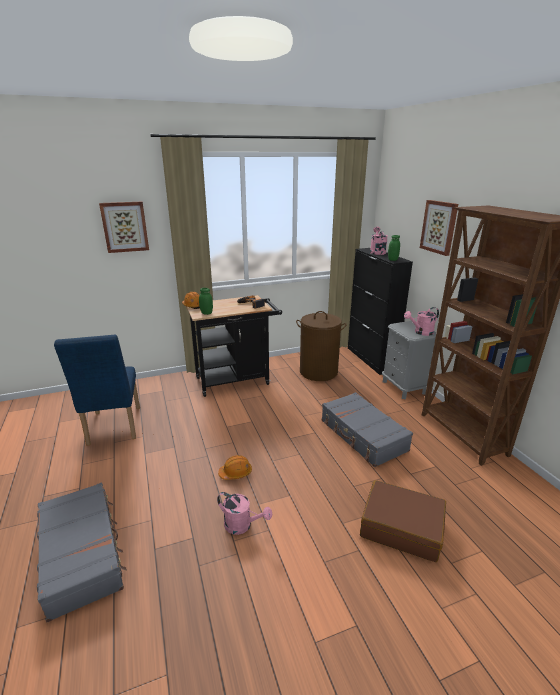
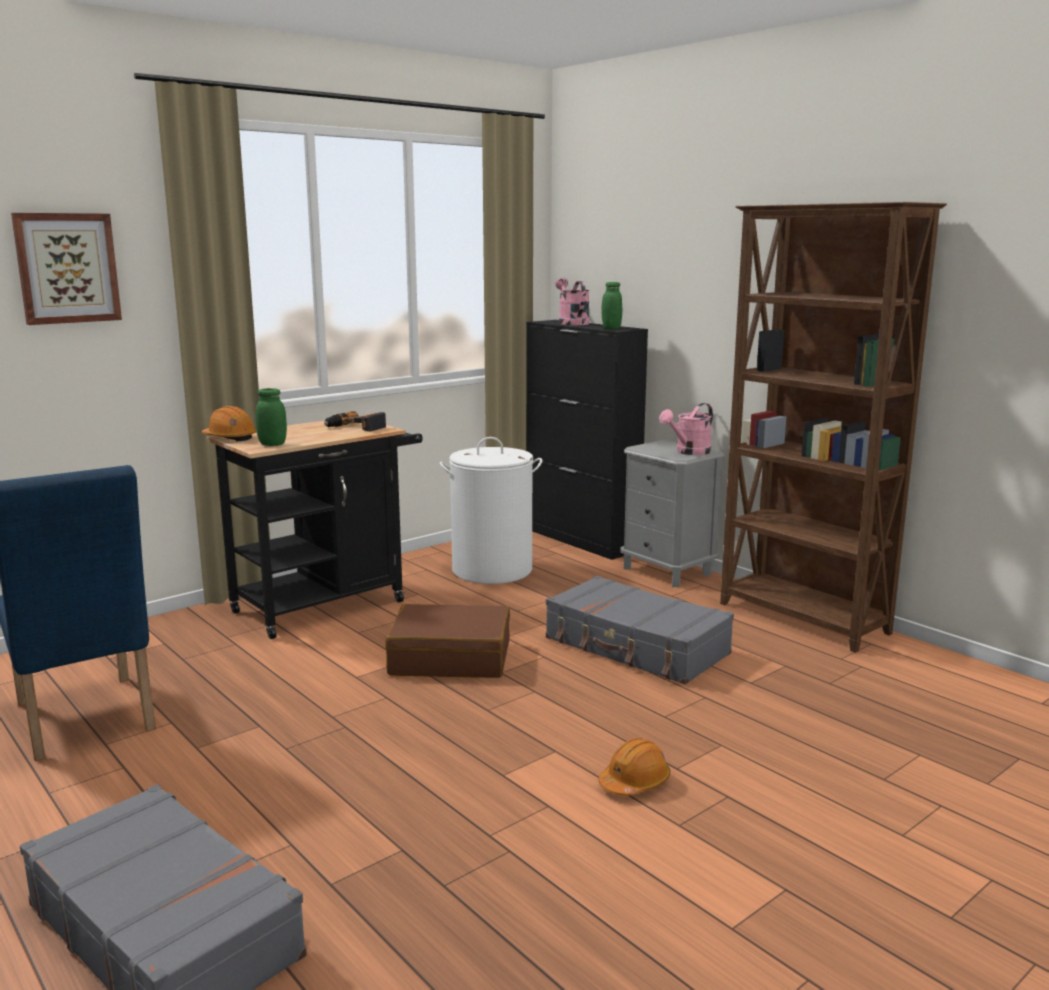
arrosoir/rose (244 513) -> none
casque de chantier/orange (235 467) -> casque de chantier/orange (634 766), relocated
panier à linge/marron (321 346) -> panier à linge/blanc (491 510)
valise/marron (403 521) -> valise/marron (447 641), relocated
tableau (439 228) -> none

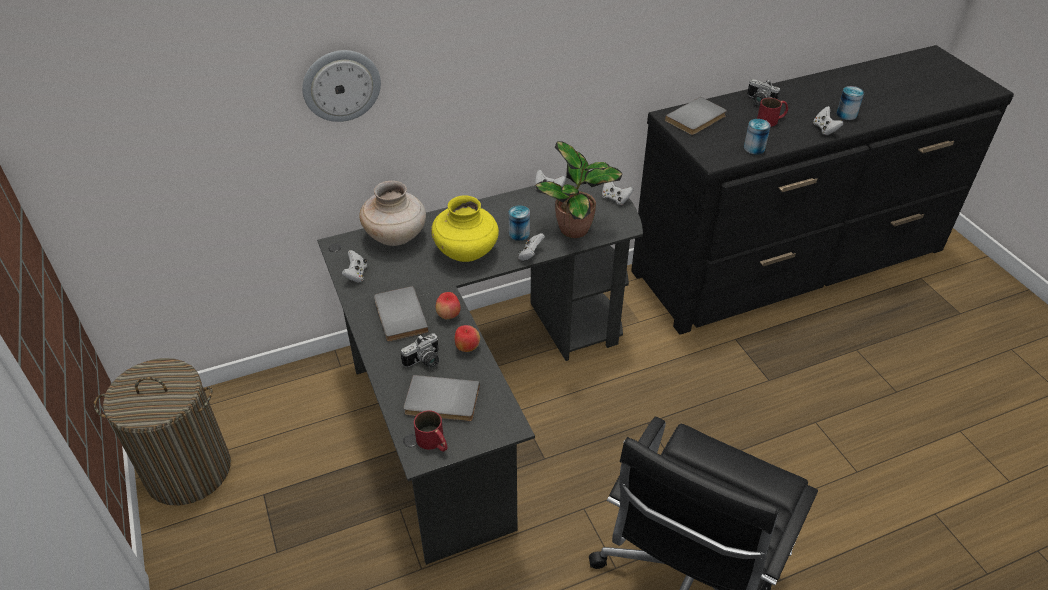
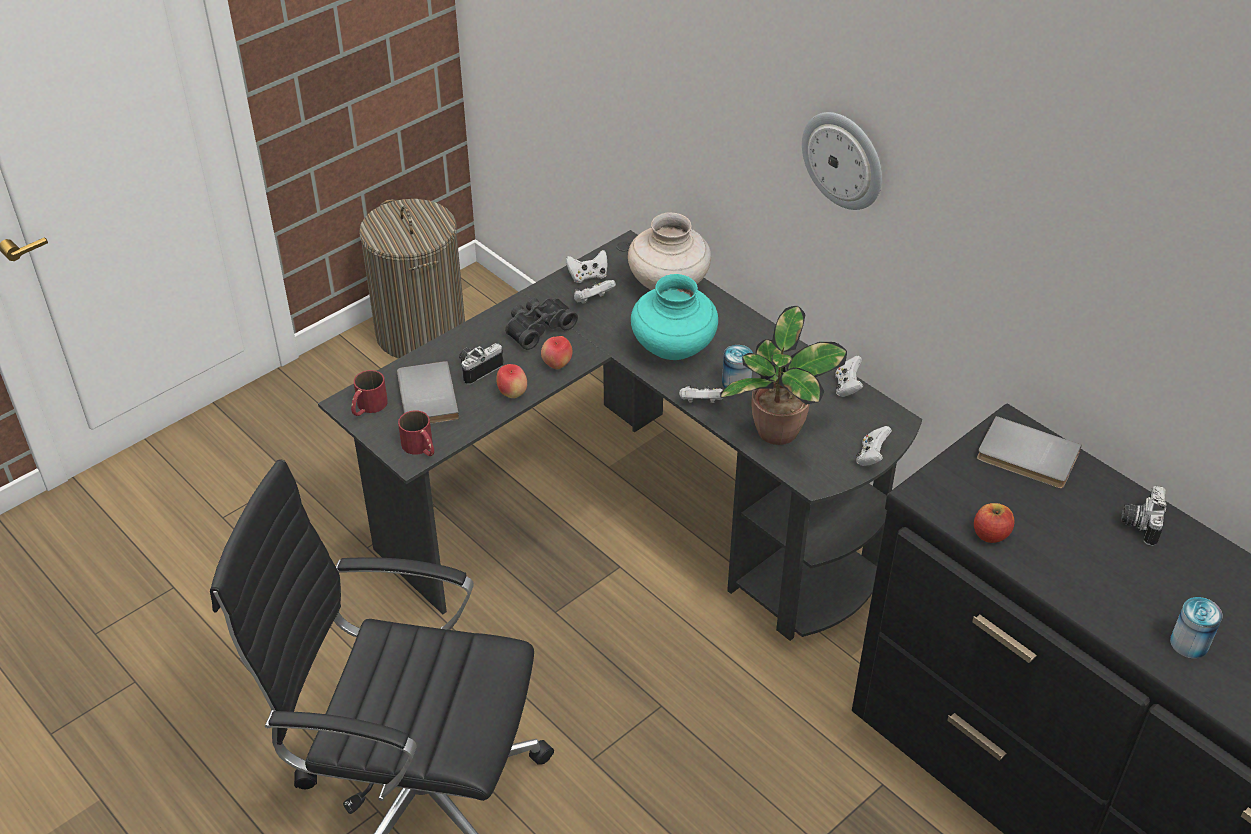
horloge murale (341 86) -> horloge murale (842 161), relocated
livre/gris (401 314) -> jumelles/noir (541 323)
appareil photo (420 350) -> appareil photo (481 363), 105 degrees clockwise
vase/jaune (465 228) -> vase/turquoise (674 317)
boîte métallique (757 136) -> pomme (994 523)
mug/rouge (772 112) -> mug/rouge (416 433), relocated
manette/blanc (828 120) -> manette/blanc (595 292), relocated

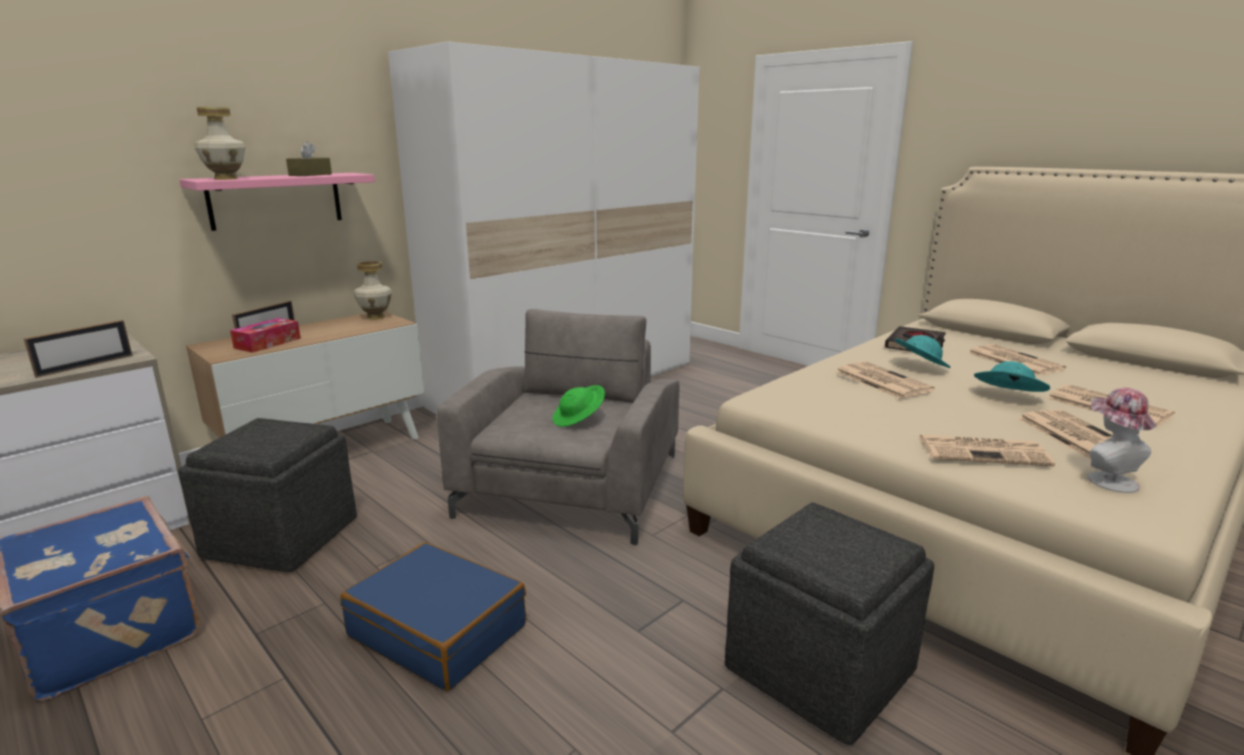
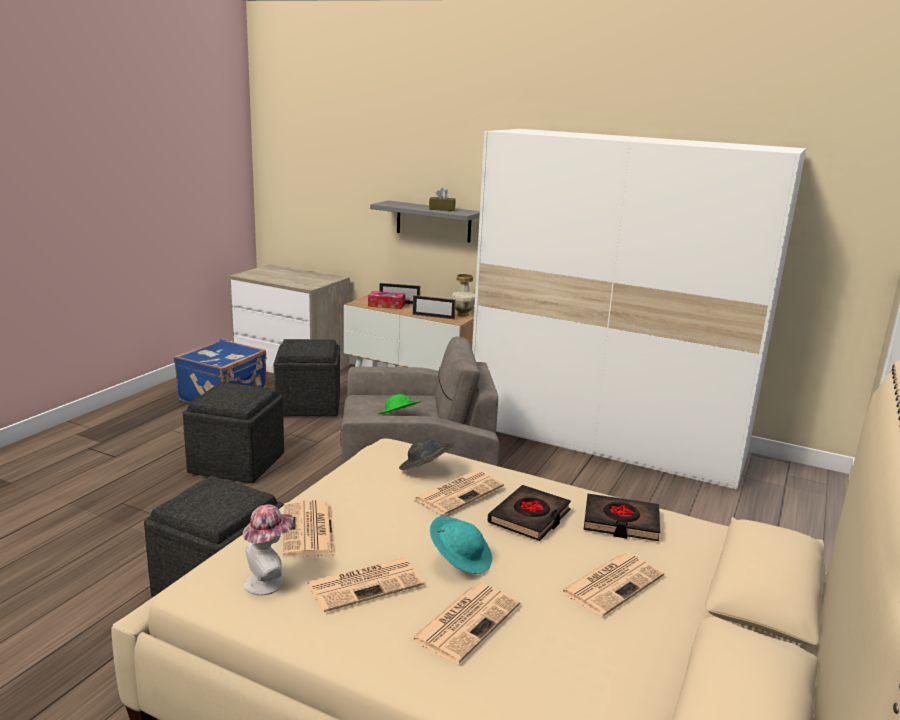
cadre photo (77 349) -> cadre photo (434 307), relocated
étagère/rose (277 202) -> étagère/gris (425 222)
vase (220 143) -> none
valise/bleu (433 616) -> pouf/gris (233 432)
chapeau/turquoise (922 351) -> livre/noir (529 513)
none -> chapeau/gris (426 454)

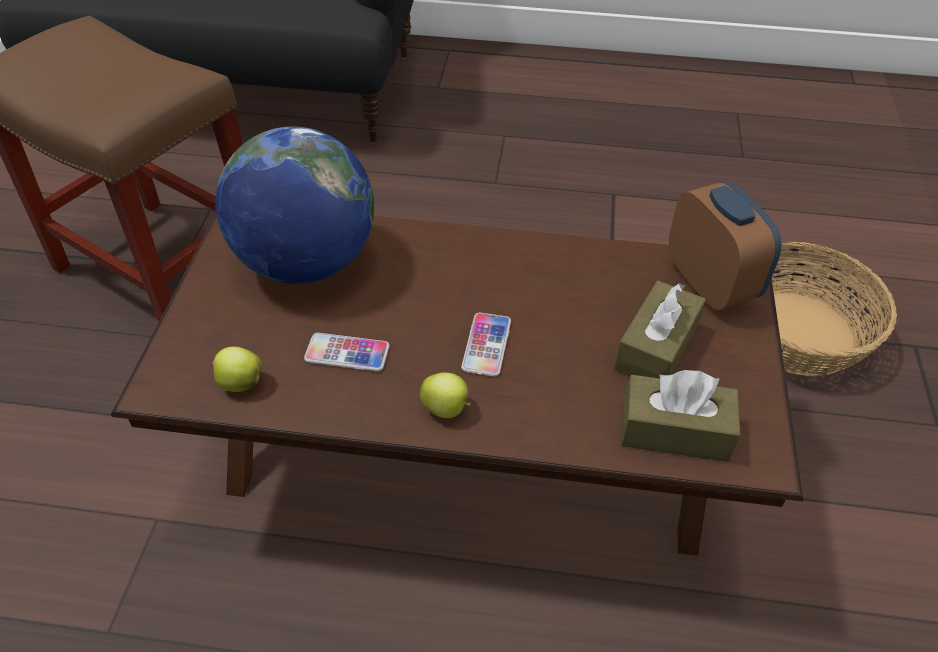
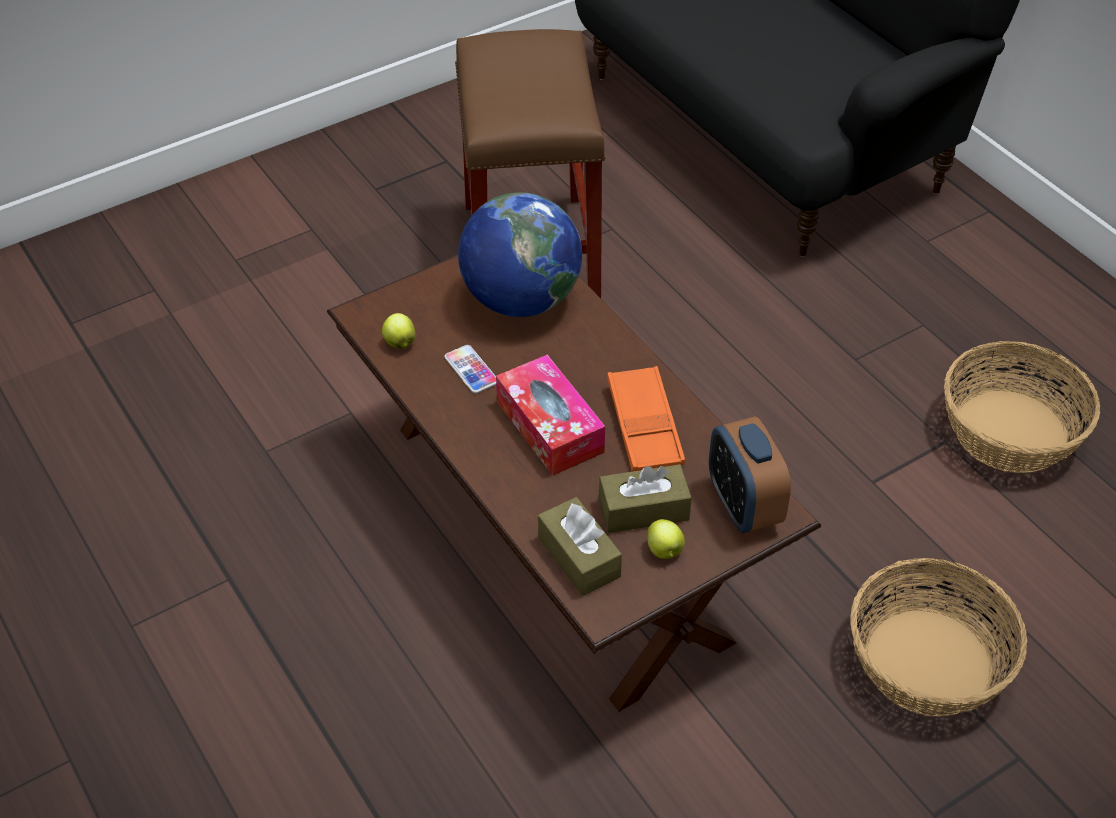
pomme (445 395) -> pomme (666 539), relocated
téléphone (486 345) -> boîte à mouchoirs (550 415)
réveil (725 245) -> réveil (750 474), 135 degrees clockwise
none -> plateau/orange (646 419)
none -> panier (1022 407)

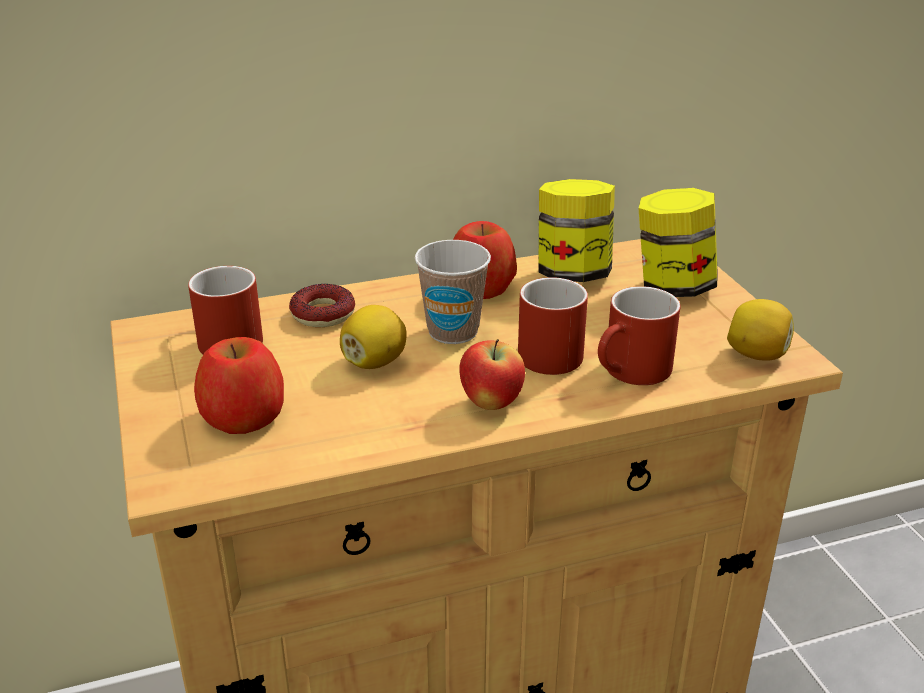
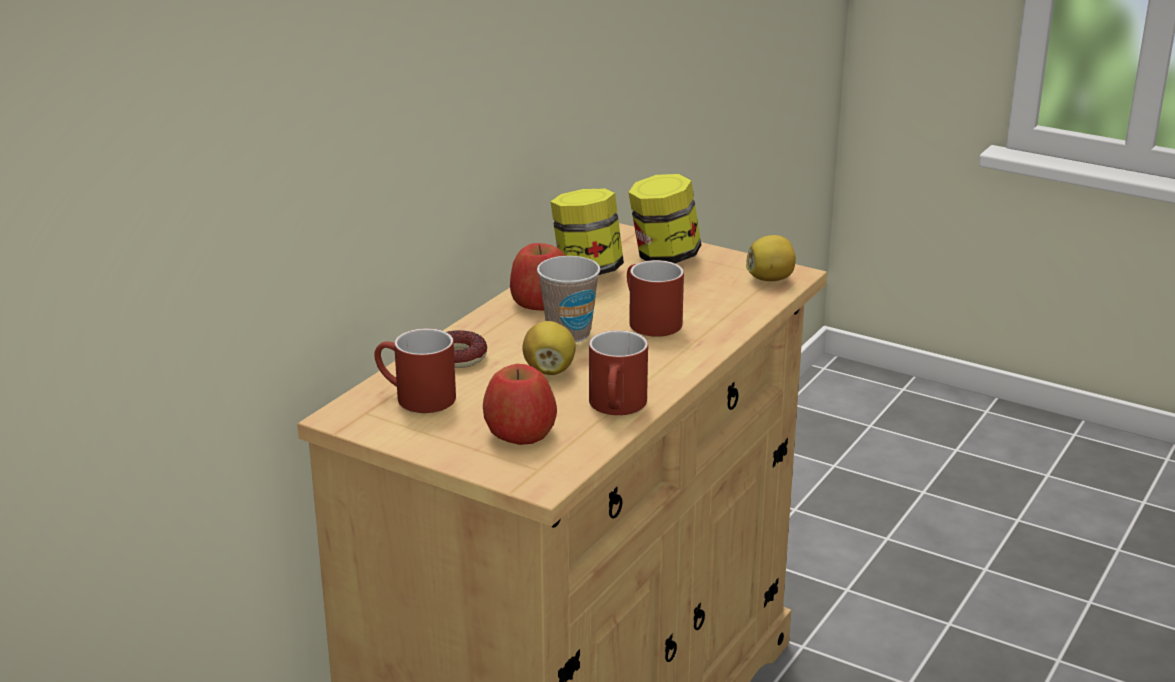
pomme (492 374) -> none
mug/rouge (639 335) -> mug/rouge (618 372), relocated

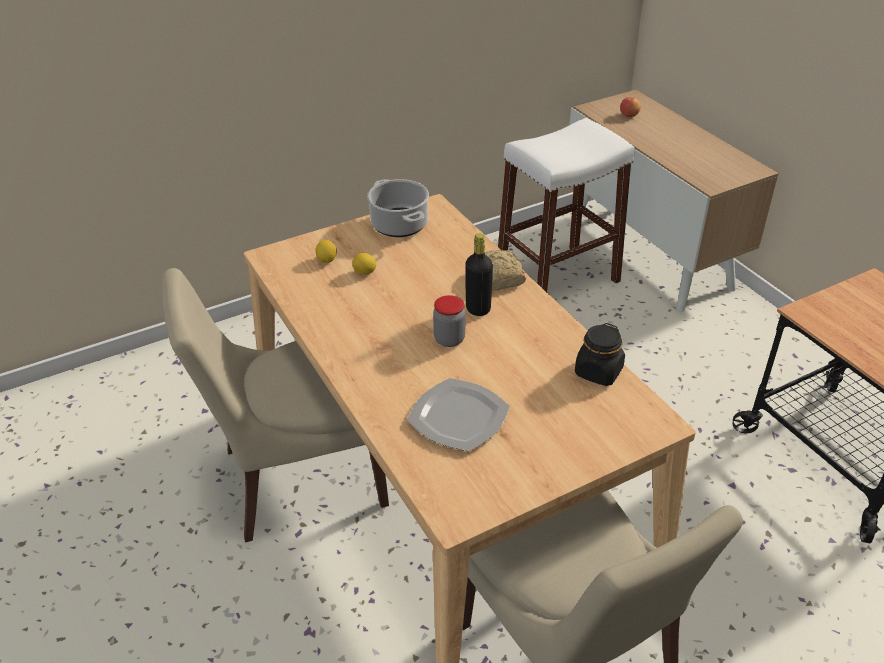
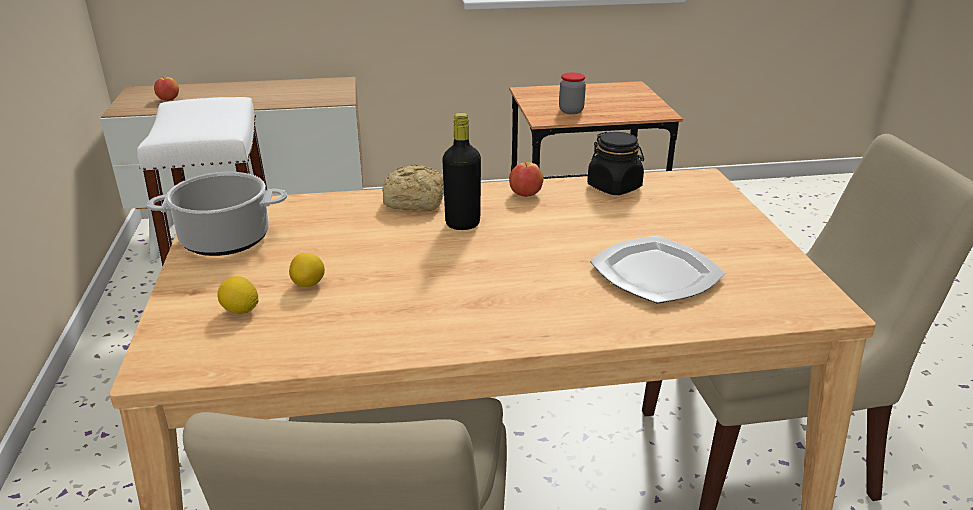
bocal (449 321) -> bocal (572 93), relocated
none -> pomme (526 179)

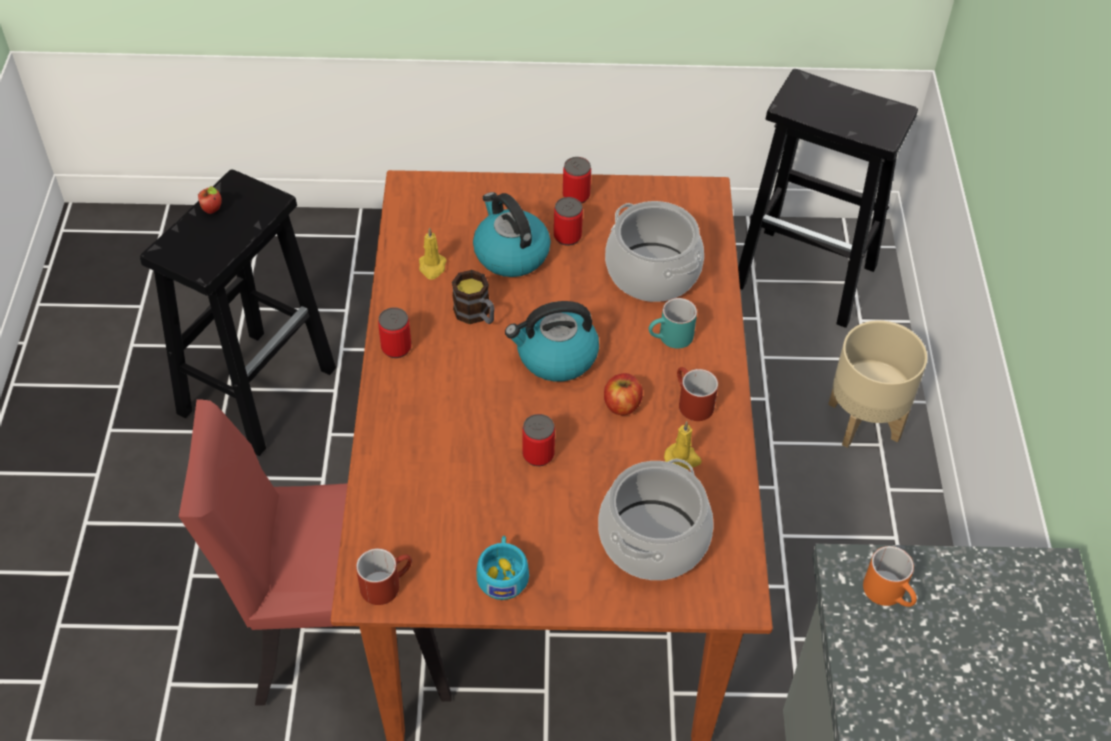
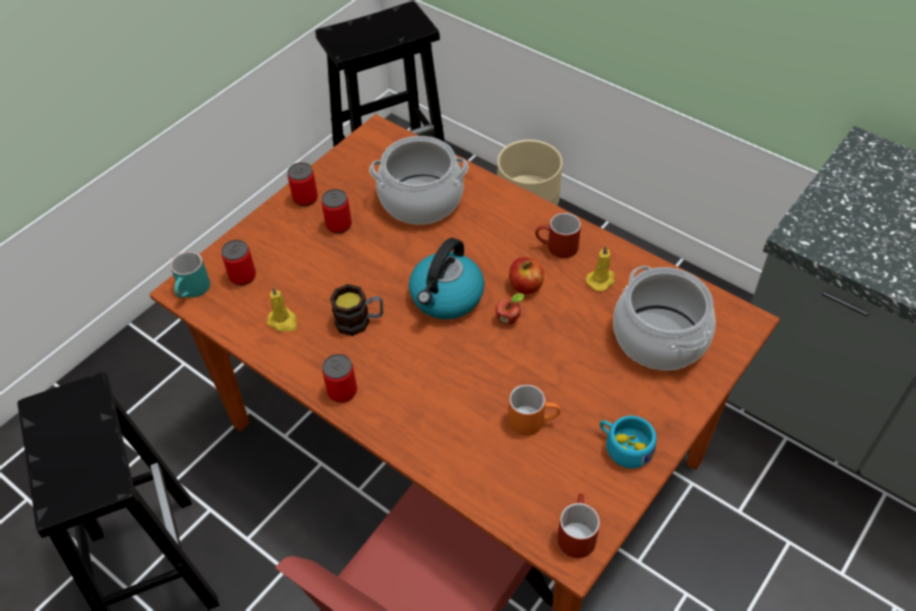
pomme (210 200) -> pomme (510 308), relocated
bouilloire (512 234) -> none
boîte métallique (538 440) -> boîte métallique (238 263), relocated
mug/turquoise (673 323) -> mug/turquoise (190 274), relocated
mug/orange (890 576) -> mug/orange (534 410), relocated

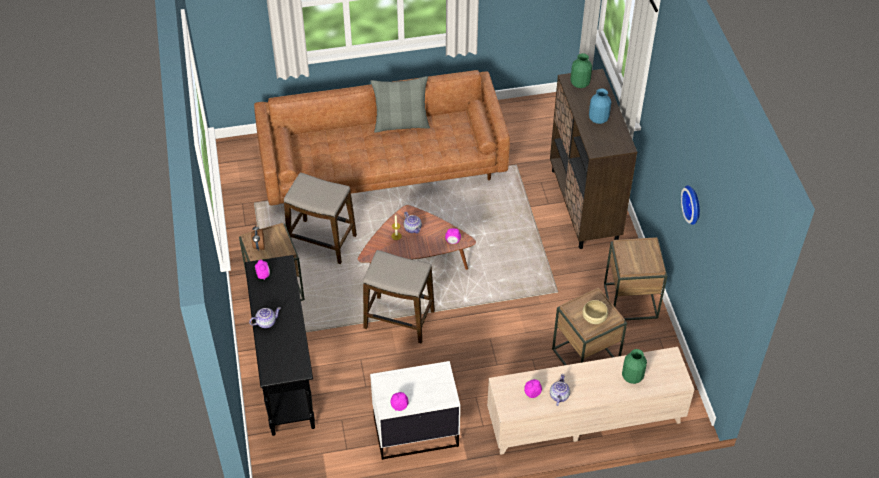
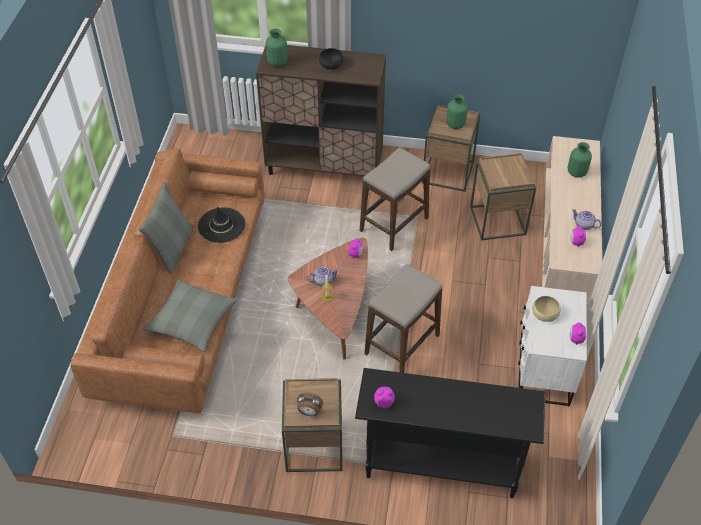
théière (265 317) -> none
tabouret (320 218) -> tabouret (395 199), relocated
bol/beige (595 312) -> bol/beige (546 309), relocated
vase/bleu (600 106) -> bol/noir (331 59)
horloge murale (690 205) -> none
none -> coussin/gris (190 316)
none -> chapeau/noir (221 224)
none -> vase/vert (457 111)

